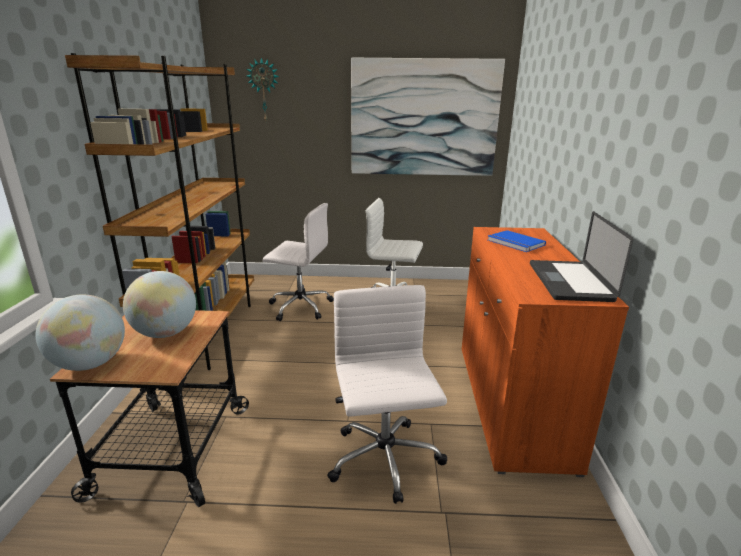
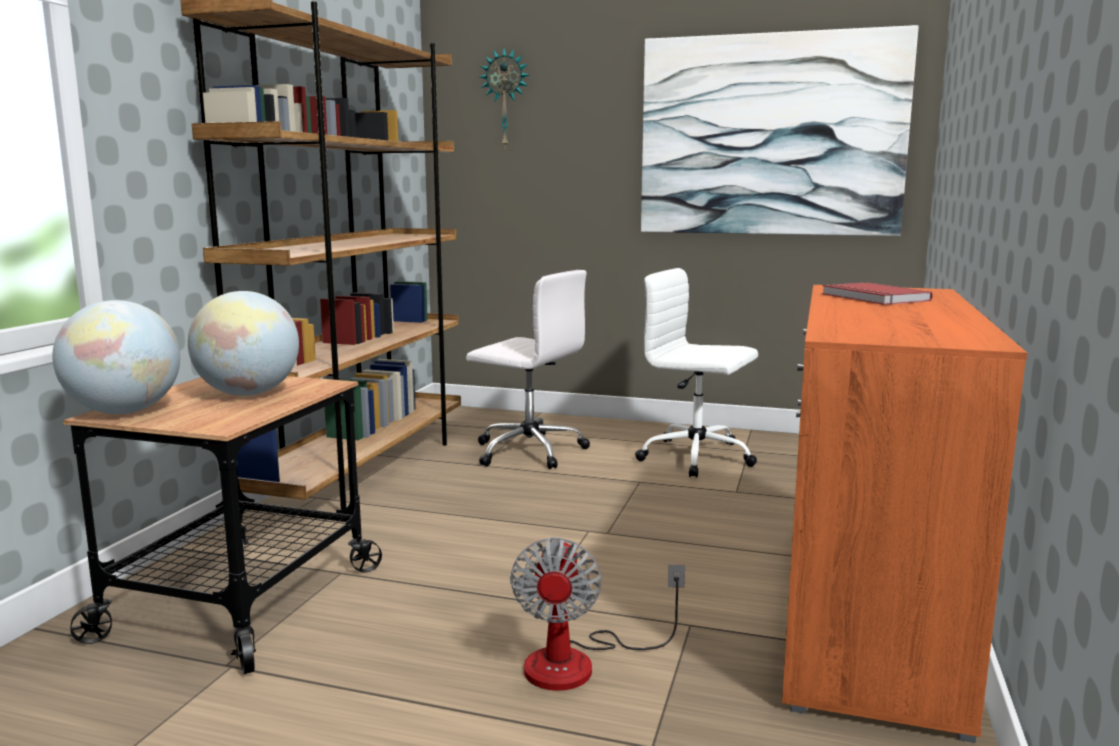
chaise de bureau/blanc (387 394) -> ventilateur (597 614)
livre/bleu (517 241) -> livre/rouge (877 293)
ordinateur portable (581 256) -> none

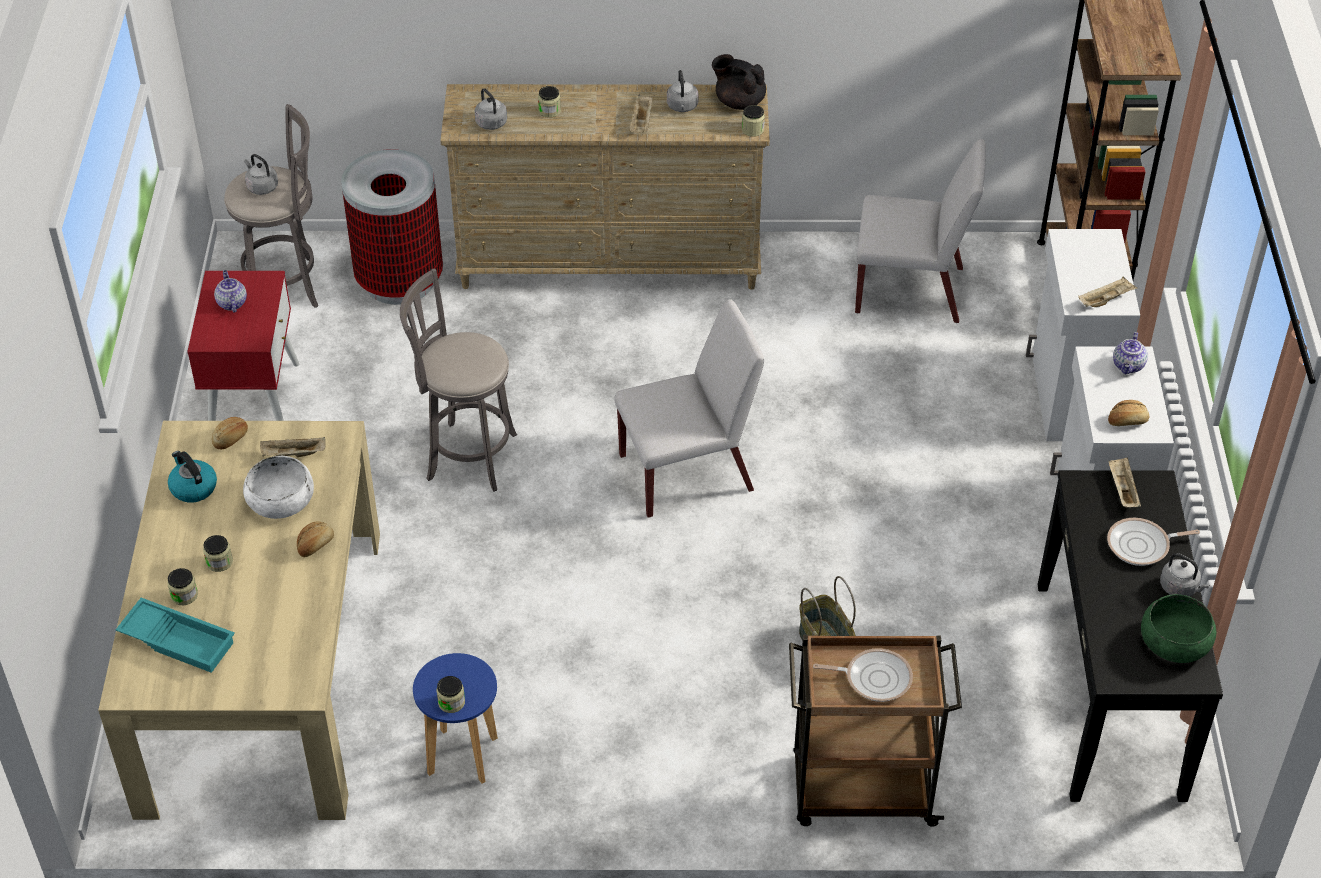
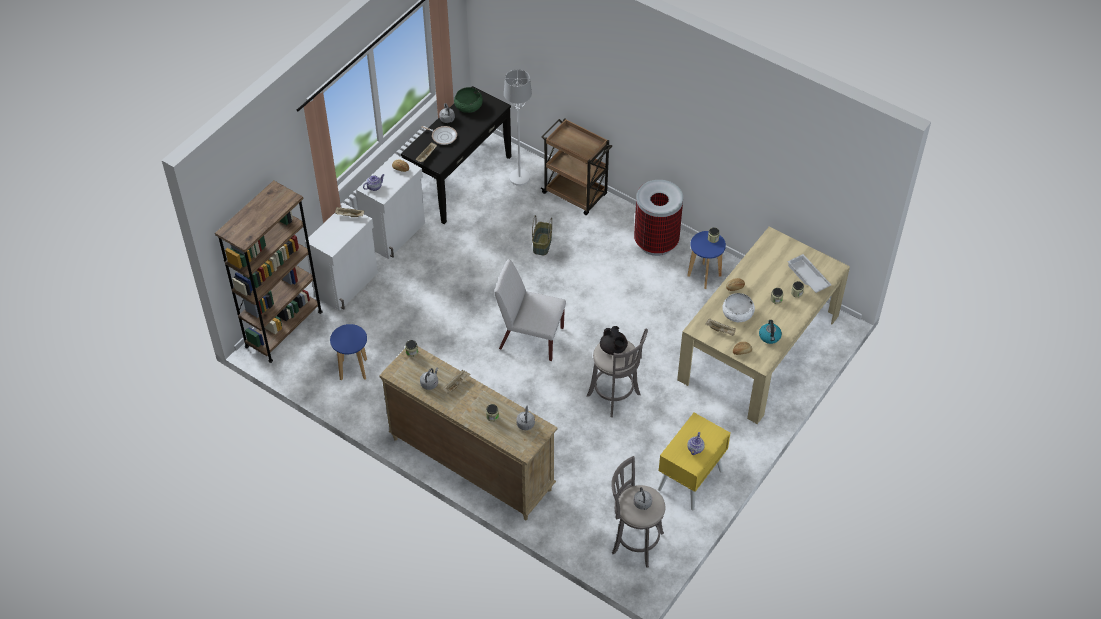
plateau/turquoise (175 635) -> plateau/blanc (809 273)
table de chevet/rouge (243 346) -> table de chevet/jaune (694 461)
poubelle (392 227) -> poubelle (658 218), relocated
théière/noir (739 82) -> théière/noir (614 340), relocated
poêle (863 675) -> none
chaise/blanc (920 231) -> tabouret/bleu (348 352)
none -> lampadaire/blanc (518 127)

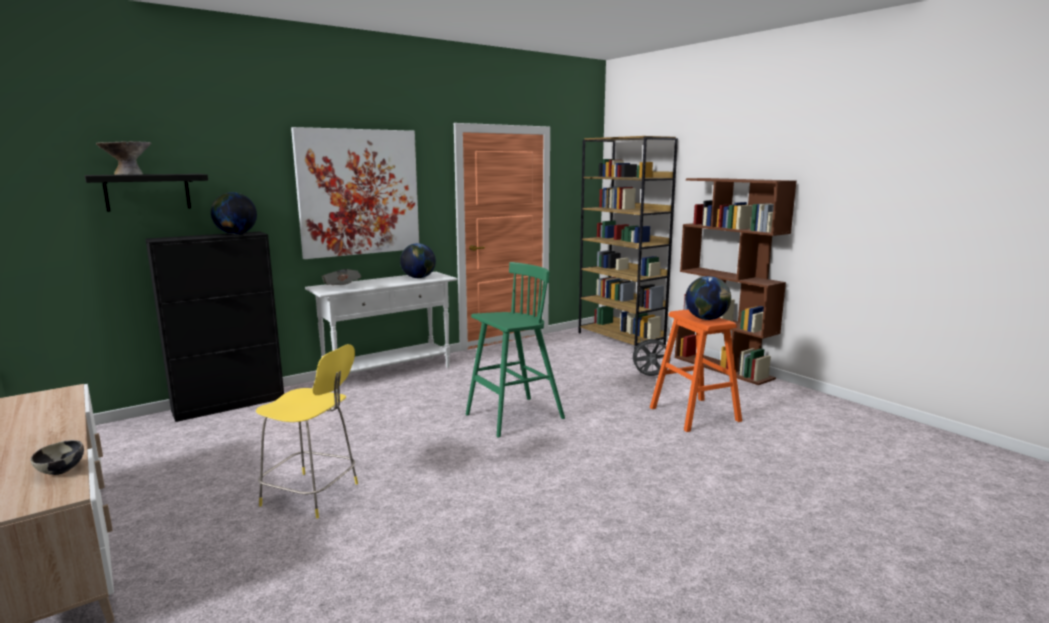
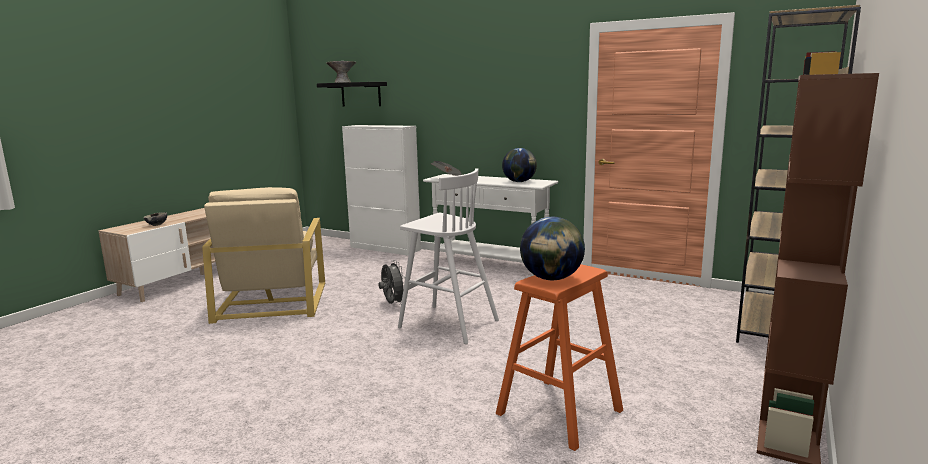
meuble de rangement/noir (214 326) -> meuble de rangement/blanc (381 190)
globe (234 213) -> none
tabouret/jaune (307 431) -> fauteuil/beige (263 255)
tableau (355 193) -> none
tabouret/vert (515 349) -> tabouret/blanc (448 256)
ventilateur/gris (650 356) -> ventilateur/gris (391 282), relocated

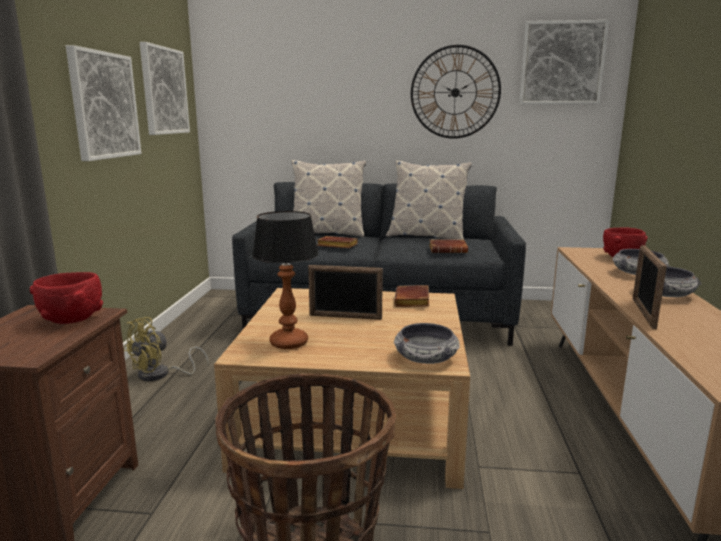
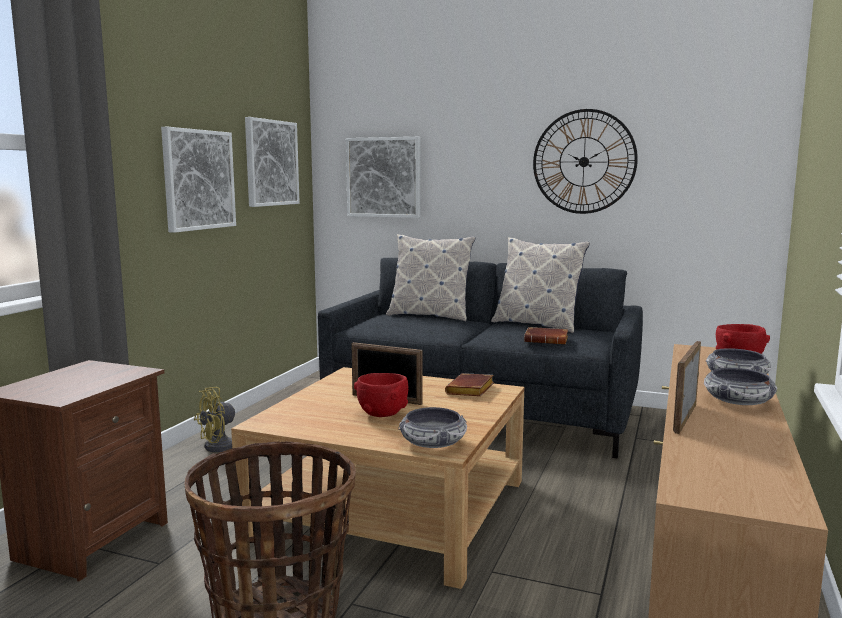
bol/rouge (66 298) -> bol/rouge (381 395), relocated
lampe de table (285 280) -> none
livre/marron (337 242) -> none
tableau (564 62) -> tableau (383 177), relocated

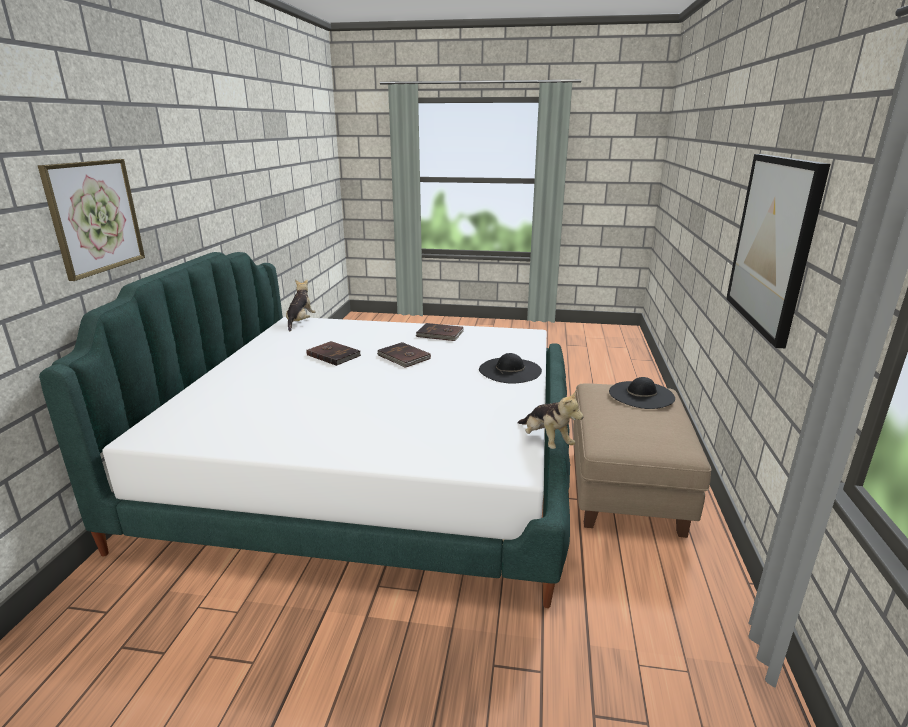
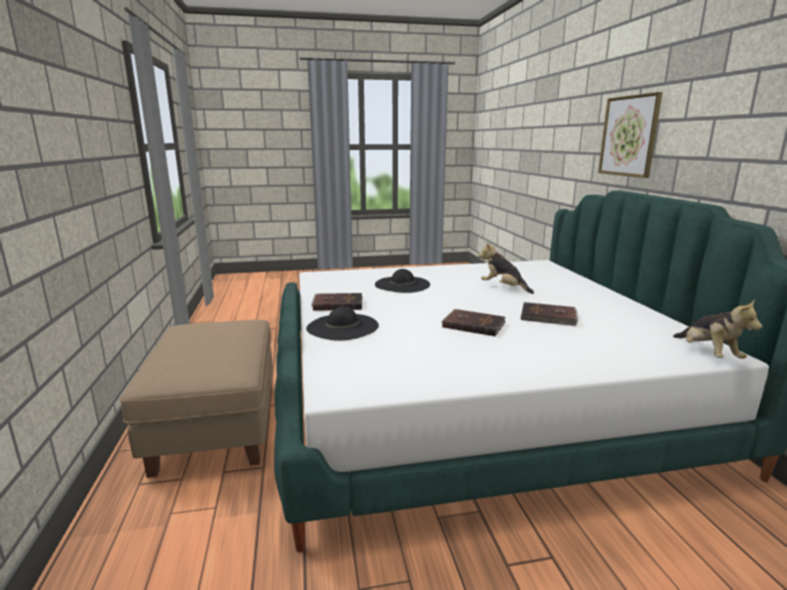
livre/marron (439 332) -> livre/marron (337 302), relocated
peluche (551 420) -> peluche (506 268), relocated
chapeau/noir (642 393) -> chapeau/noir (402 281), relocated
tableau (778 251) -> none

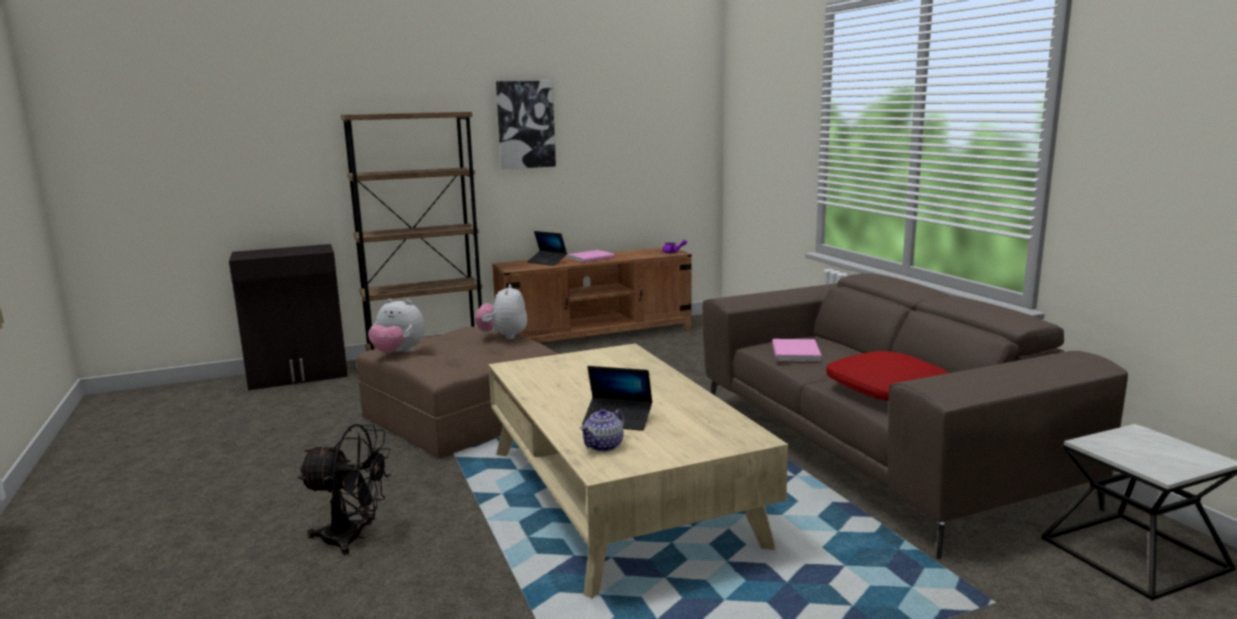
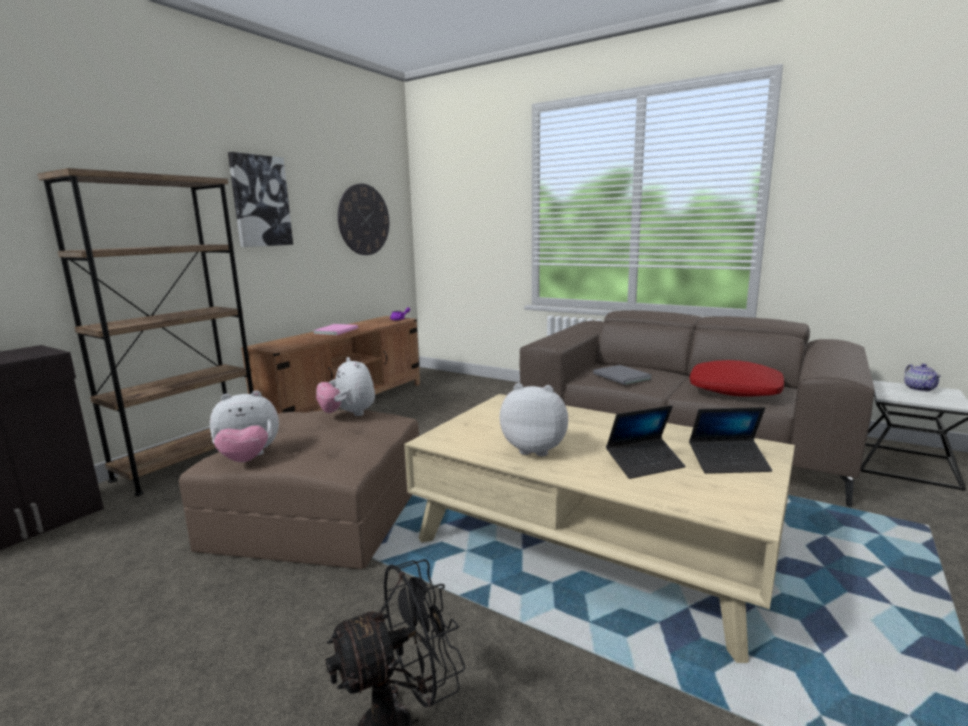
ordinateur portable (547 248) -> ordinateur portable (730 440), relocated
théière (602 430) -> théière (922 378), relocated
livre/rose (797 350) -> livre/gris (622 375)
none -> horloge murale (363 219)
none -> peluche (534 420)

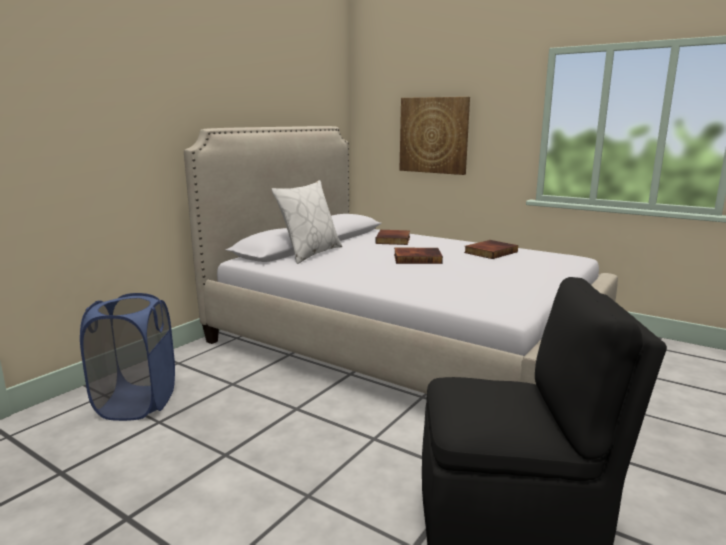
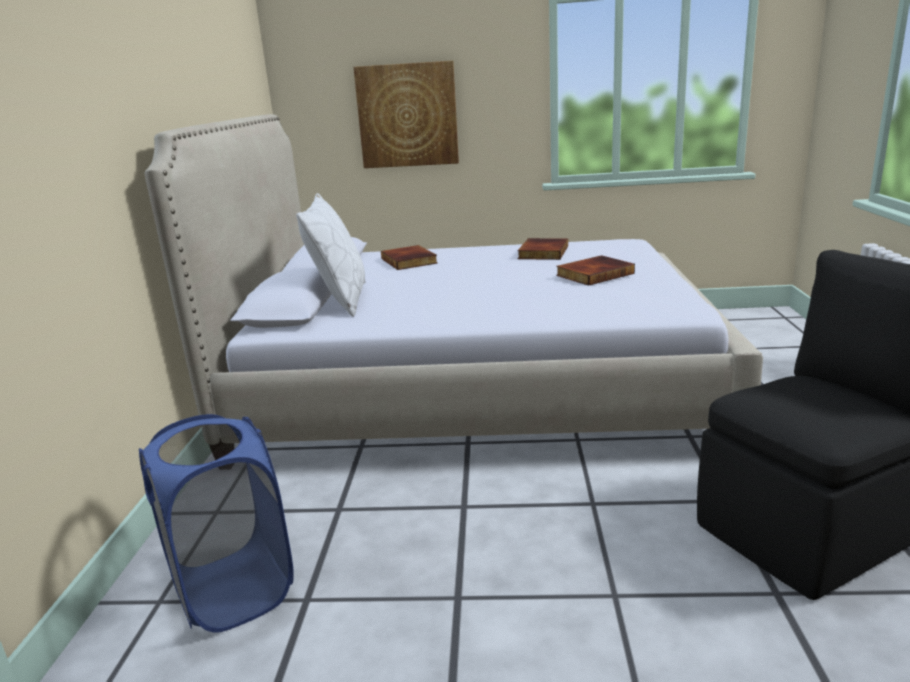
livre (418 256) -> livre (595 270), relocated

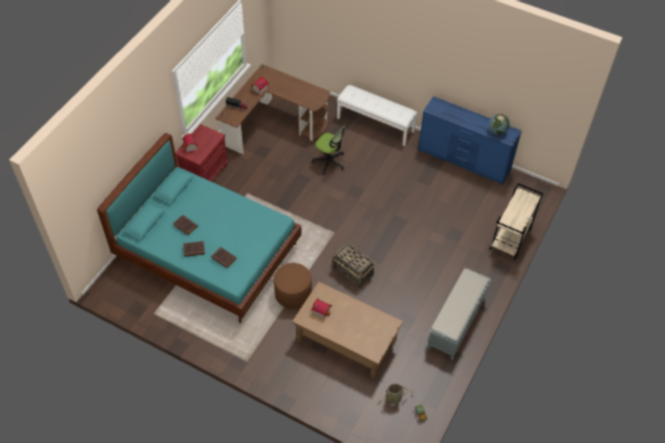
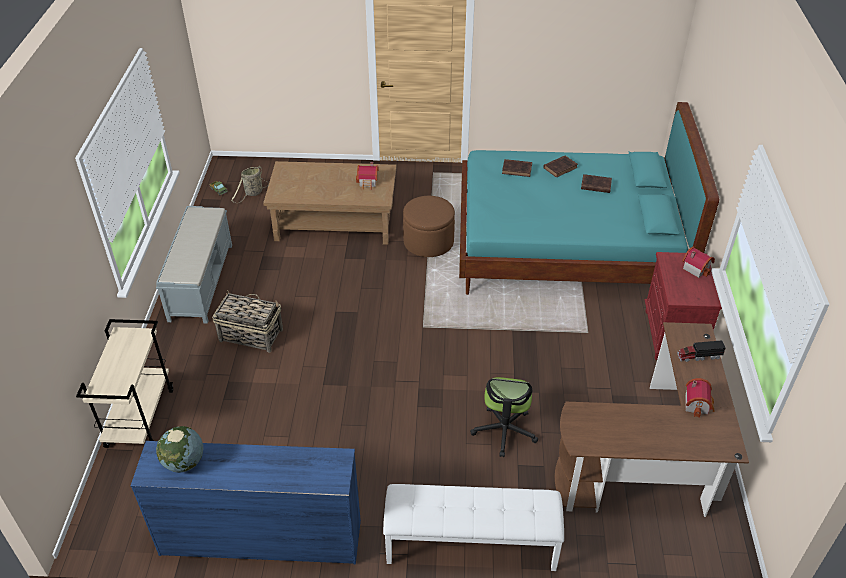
chaise de bureau (328 150) -> chaise de bureau (504 417), 90 degrees counterclockwise
panier (354 265) -> panier (247 321), relocated

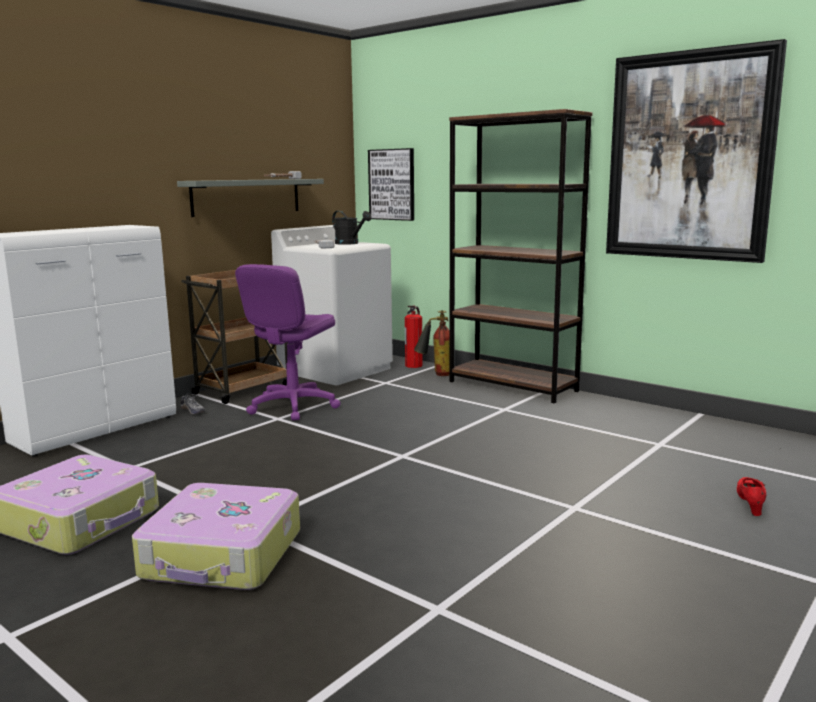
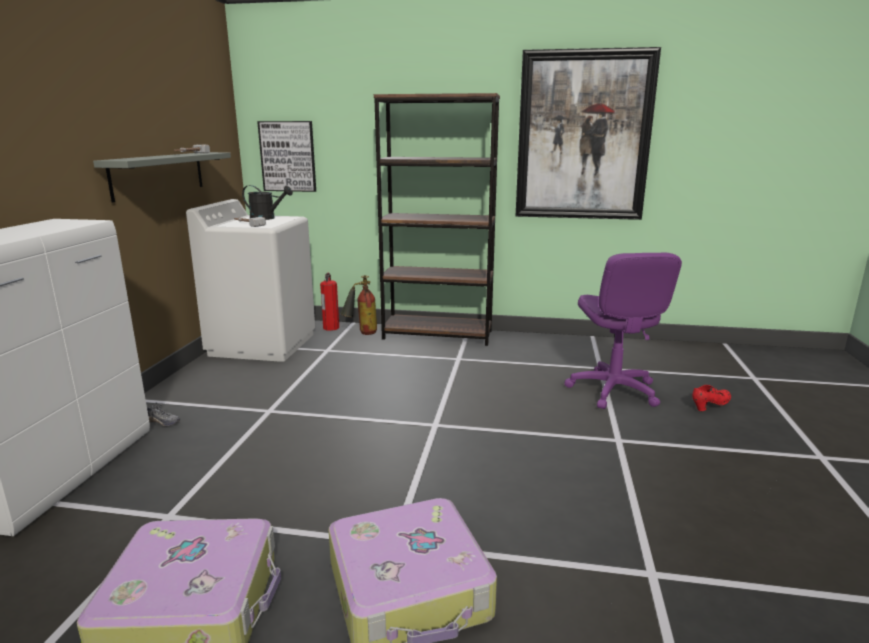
chariot/marron (234 337) -> none
chaise de bureau/violet (288 342) -> chaise de bureau/violet (623 331), relocated
chaussure/rouge (751 496) -> chaussure/rouge (711 398), 75 degrees clockwise

